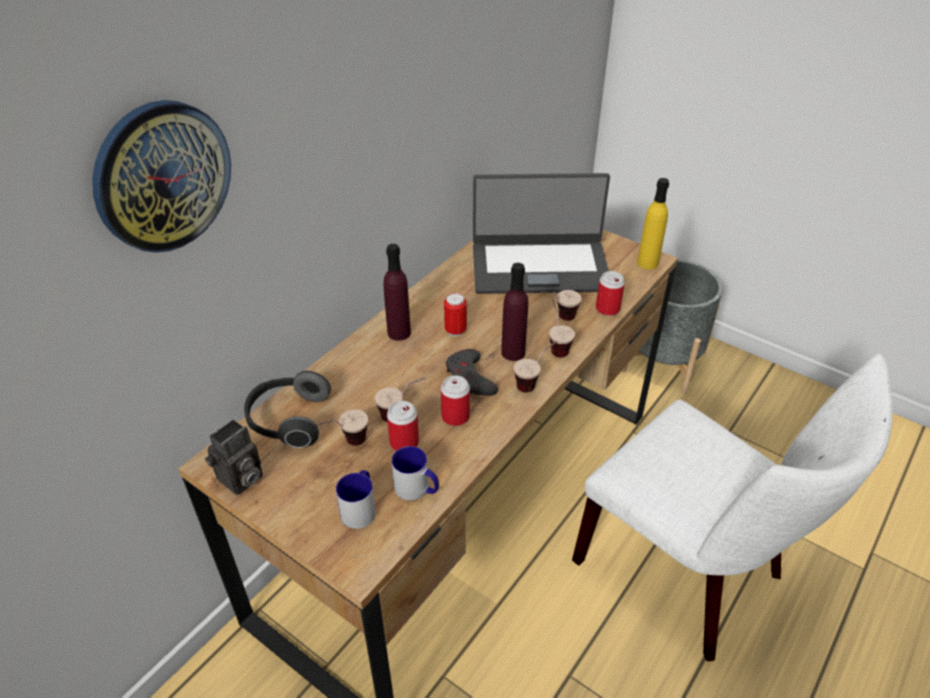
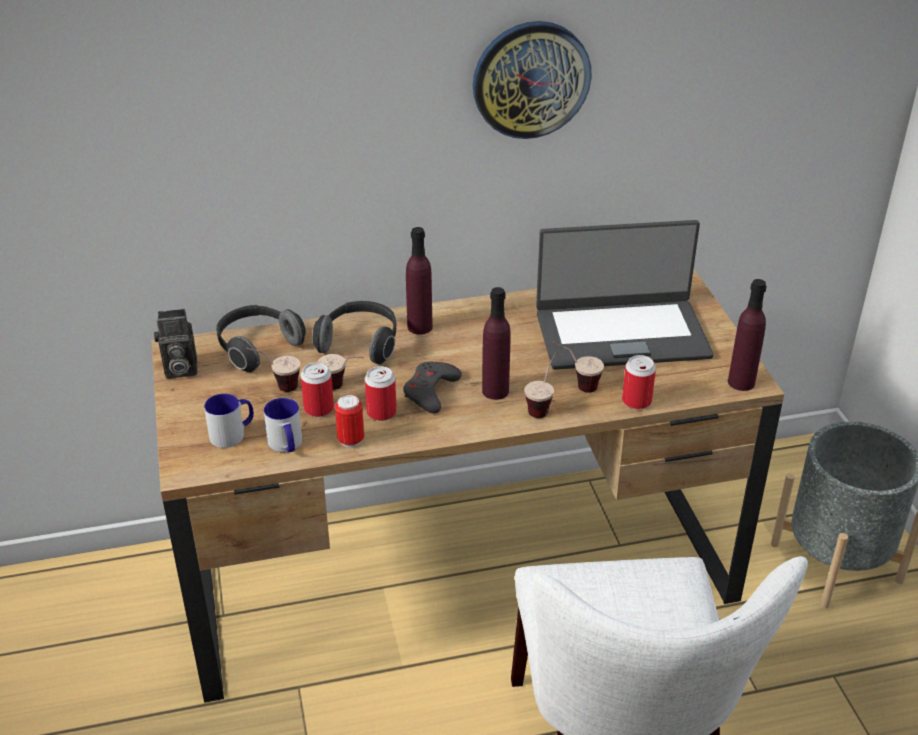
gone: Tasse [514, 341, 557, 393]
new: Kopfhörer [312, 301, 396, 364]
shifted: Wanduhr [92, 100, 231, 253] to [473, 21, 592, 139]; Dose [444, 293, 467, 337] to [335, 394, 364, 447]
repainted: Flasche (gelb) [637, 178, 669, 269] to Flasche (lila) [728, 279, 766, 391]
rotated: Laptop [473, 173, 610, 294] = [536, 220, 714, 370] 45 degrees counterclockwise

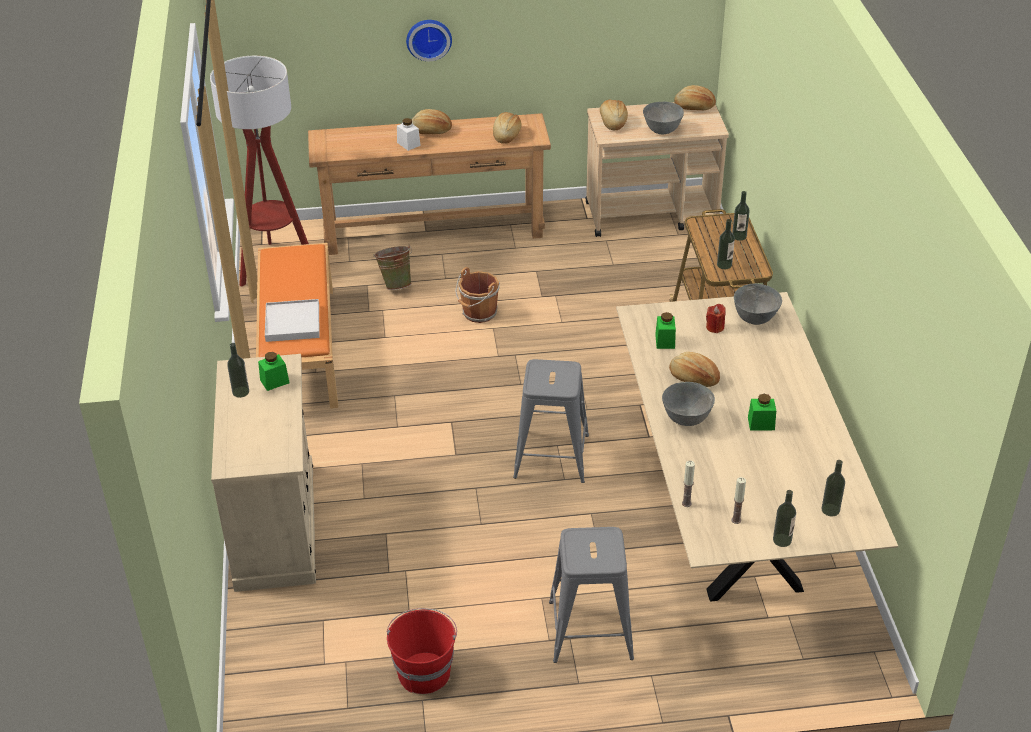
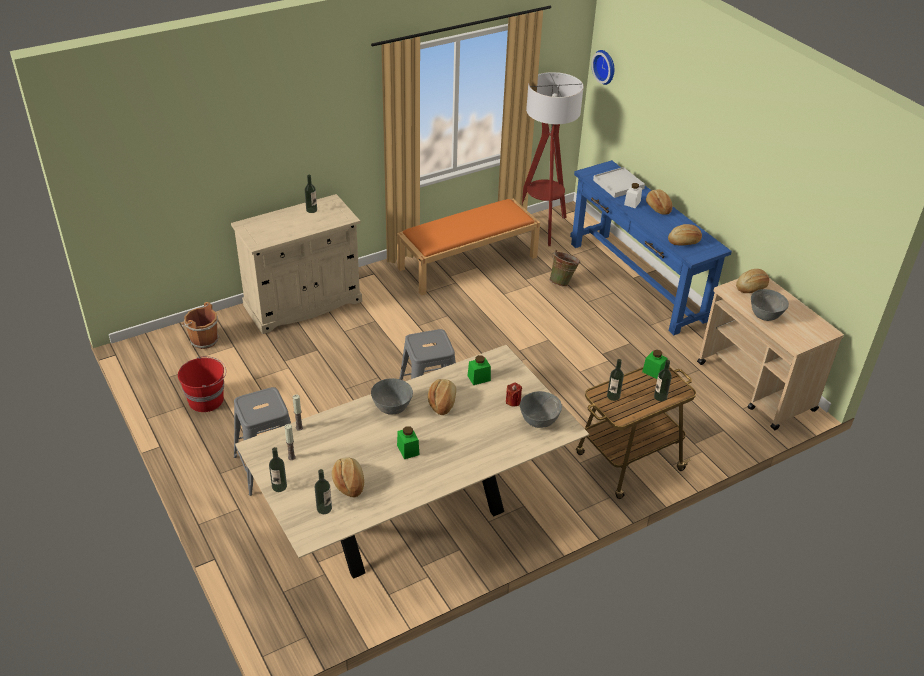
shifted: Vorratsglas (grün) [258, 352, 290, 391] to [642, 350, 667, 379]; Tablett (weiß) [265, 299, 319, 342] to [593, 167, 645, 198]; Wanduhr [406, 20, 452, 61] to [591, 50, 614, 85]; Eimer (braun) [455, 267, 500, 323] to [182, 302, 219, 349]; Brot [674, 85, 716, 110] to [332, 457, 364, 497]
repainted: Konsolentisch (braun) [308, 113, 551, 255] to Konsolentisch (blau) [570, 160, 732, 335]

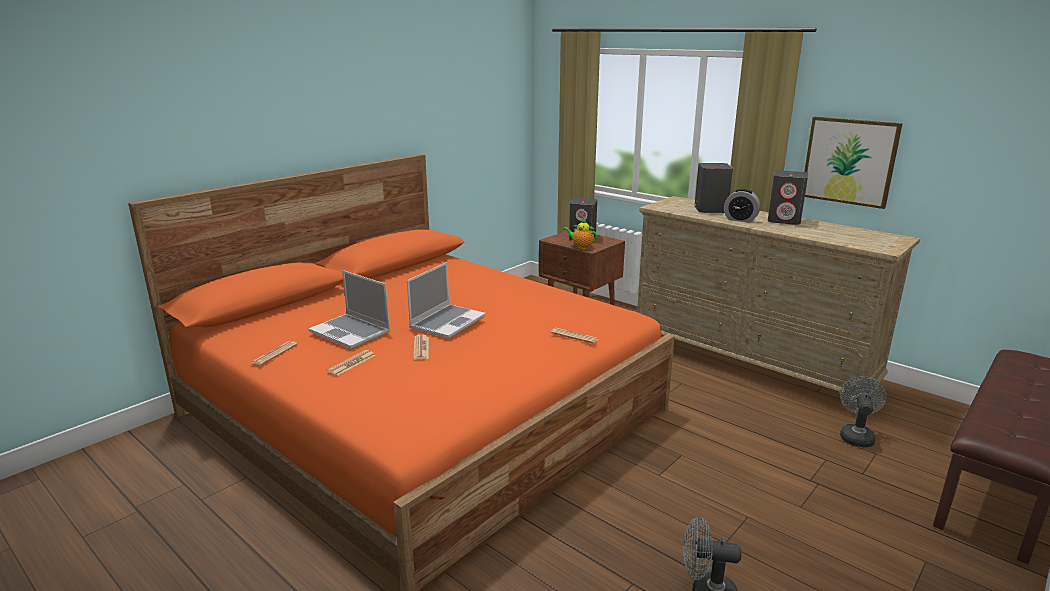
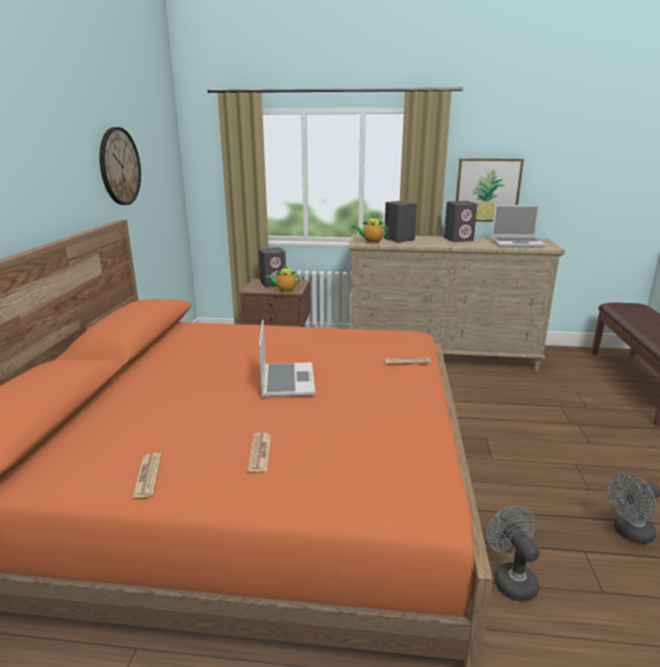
gone: Zeitung [413, 335, 429, 360]; Wecker [724, 189, 760, 223]
new: Wanduhr [99, 127, 141, 205]; Teekanne [352, 214, 388, 244]
shifted: Laptop [308, 270, 390, 349] to [491, 205, 546, 248]; Ventilator (grau) [840, 376, 887, 447] to [486, 506, 540, 602]

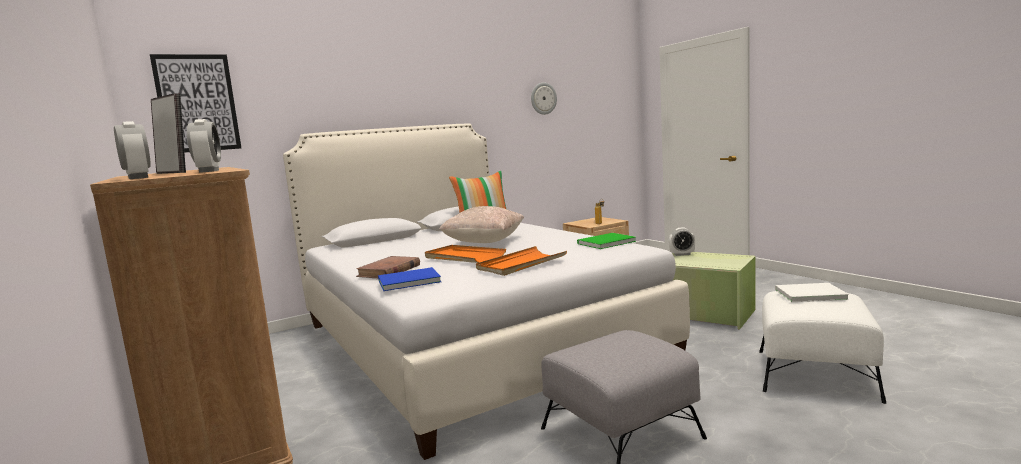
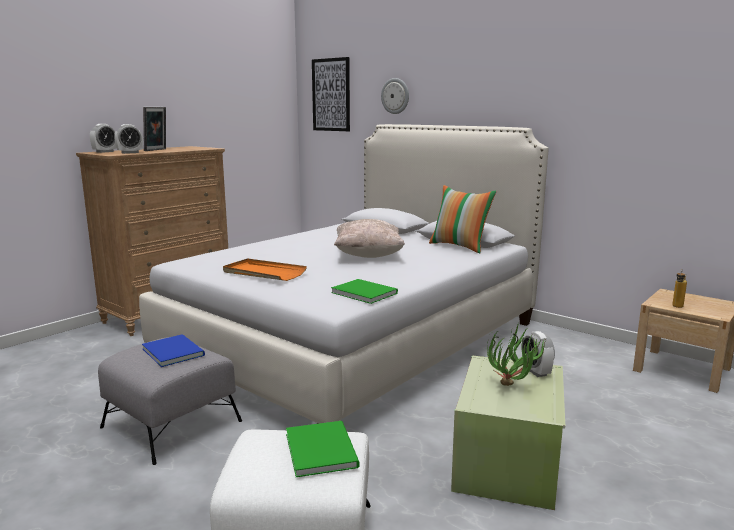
gone: Buch (braun) [356, 256, 420, 278]; Tablett (orange) [425, 245, 506, 263]
new: Topfpflanze [487, 323, 546, 386]
shifted: Buch (blau) [378, 267, 441, 291] to [142, 334, 205, 367]; Wanduhr [531, 83, 557, 115] to [381, 78, 409, 114]
repainted: Buch (weiß) [775, 283, 849, 302] to Buch (grün) [286, 421, 360, 477]

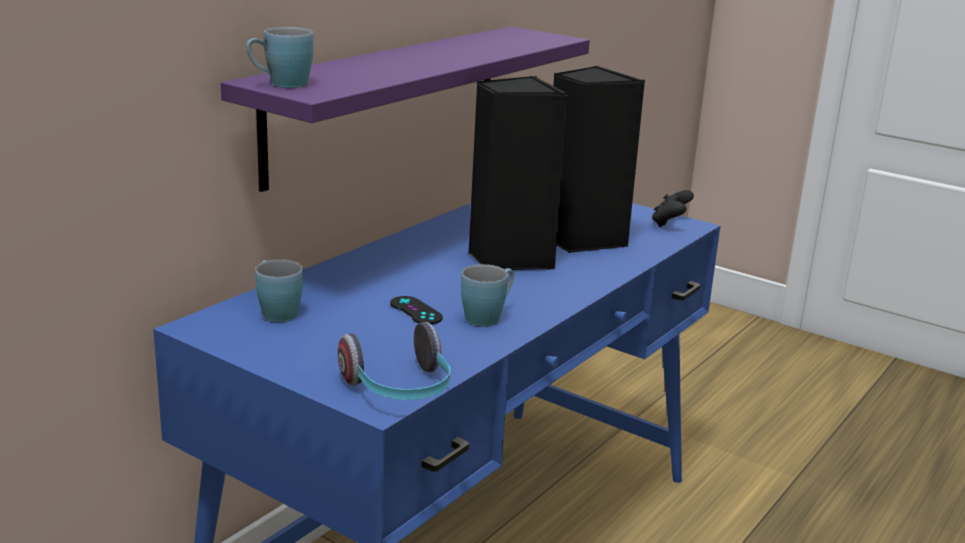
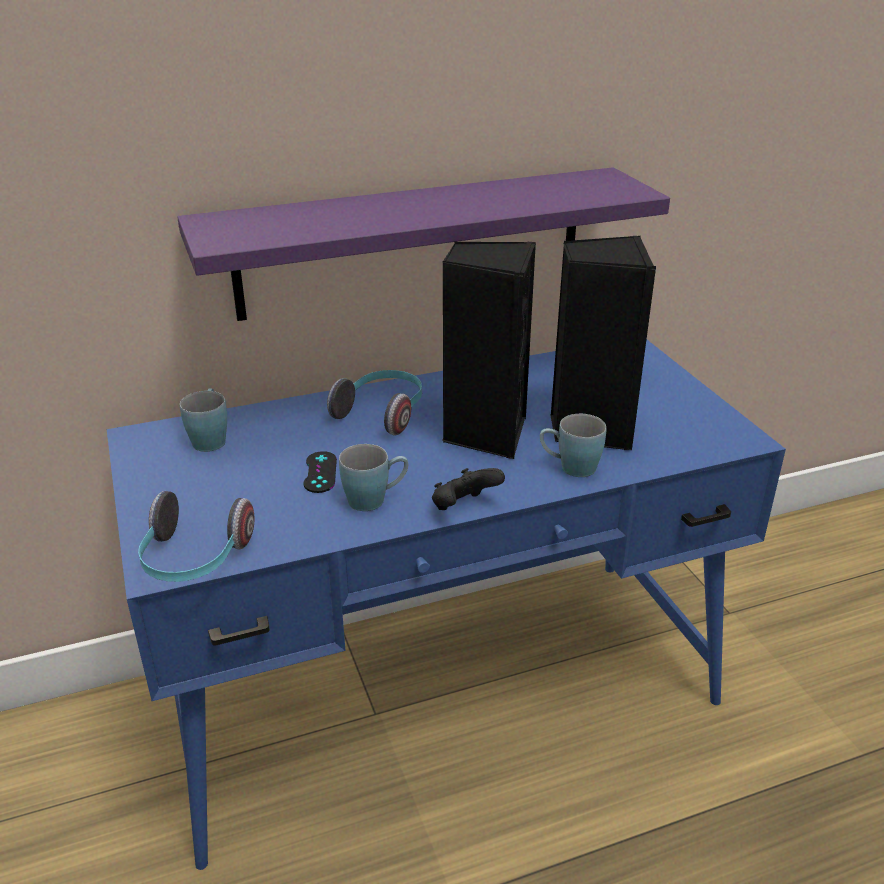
new: Kopfhörer [327, 370, 422, 435]
shifted: Henkelbecher (blau) [246, 27, 314, 88] to [540, 414, 606, 477]; Gamepad (schwarz) [652, 190, 694, 227] to [432, 468, 505, 510]

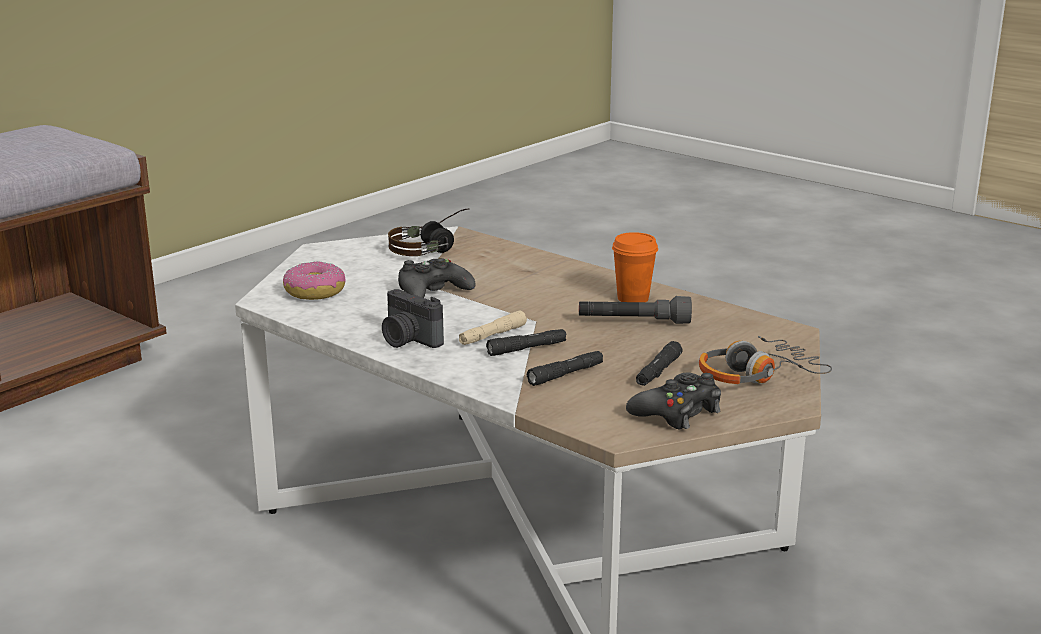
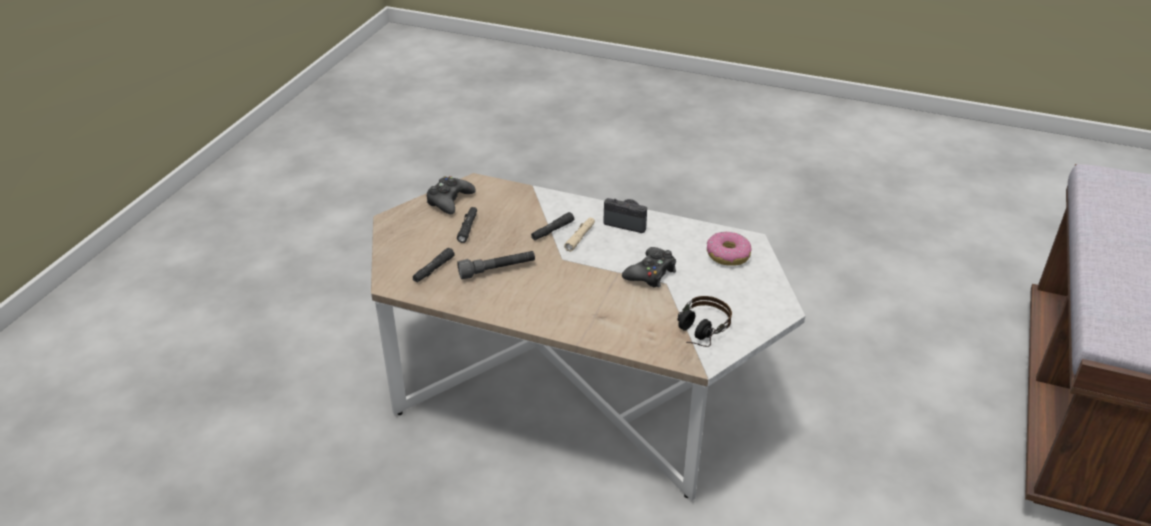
gone: Tasse (orange) [612, 232, 658, 302]; Kopfhörer [699, 336, 832, 384]
shifted: Taschenlampe (schwarz) [527, 351, 603, 386] to [413, 248, 455, 282]

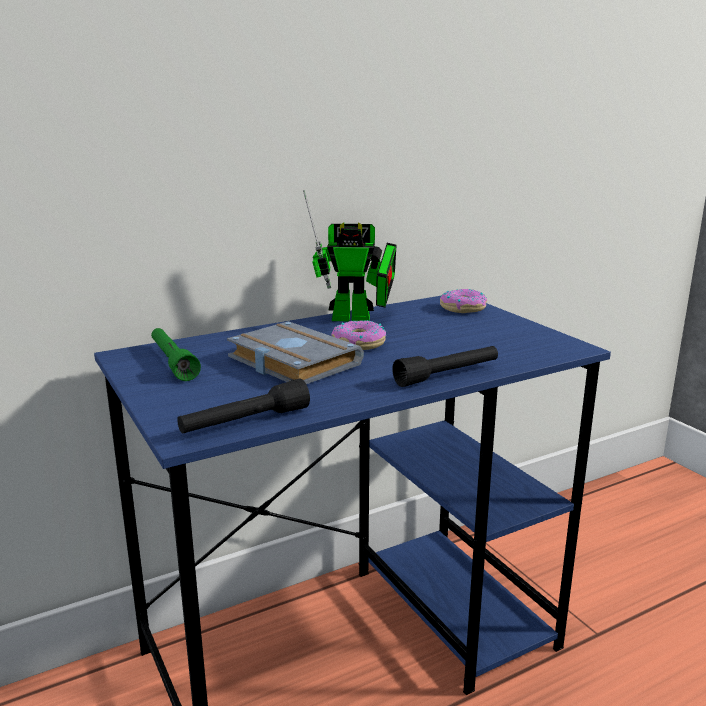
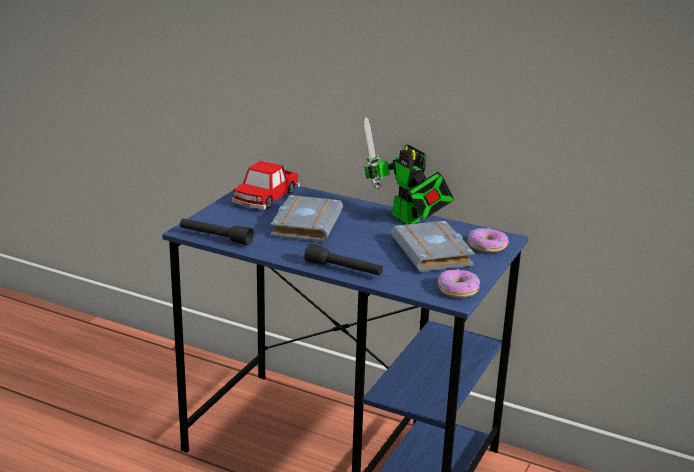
new: Buch (grau) [391, 221, 475, 272]
shifted: Donut [331, 320, 386, 350] to [438, 269, 480, 298]
swapped: Taschenlampe (grün) [151, 328, 201, 381] to Spielzeugauto [232, 161, 300, 210]

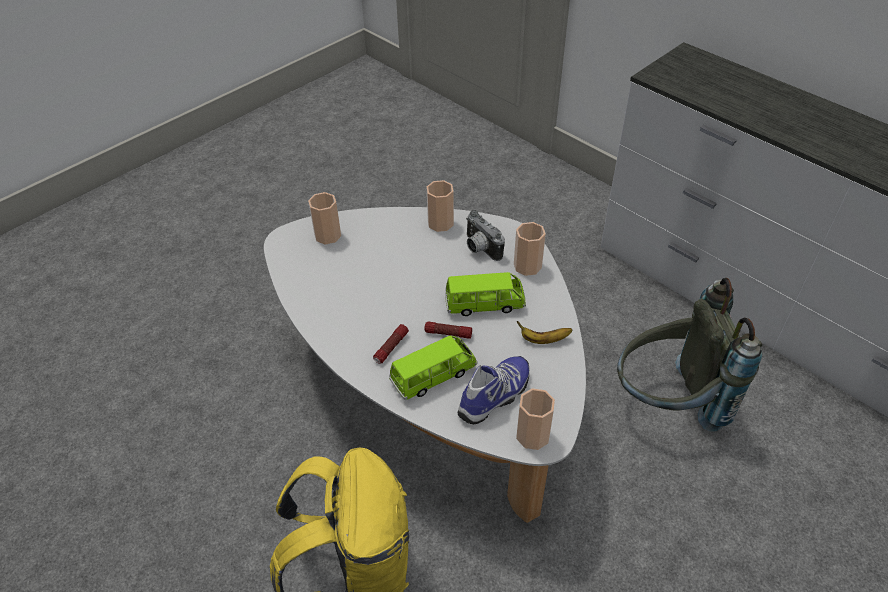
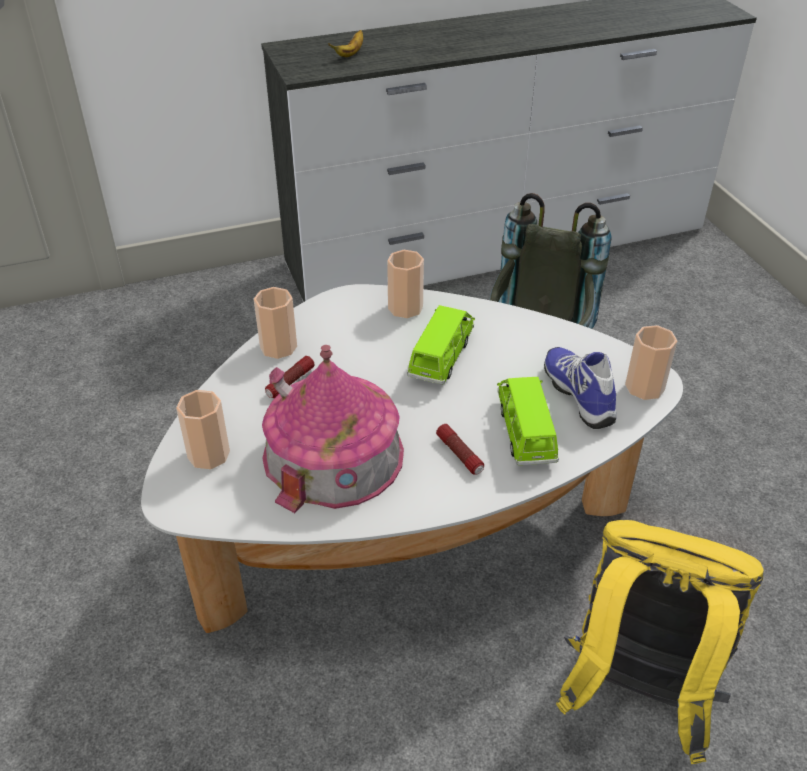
gone: Kamera [466, 210, 505, 261]
new: Spielzeughaus [262, 345, 404, 513]
shifted: Taschenlampe [424, 321, 472, 339] to [265, 356, 315, 398]; Banane [517, 321, 572, 344] to [328, 30, 363, 57]

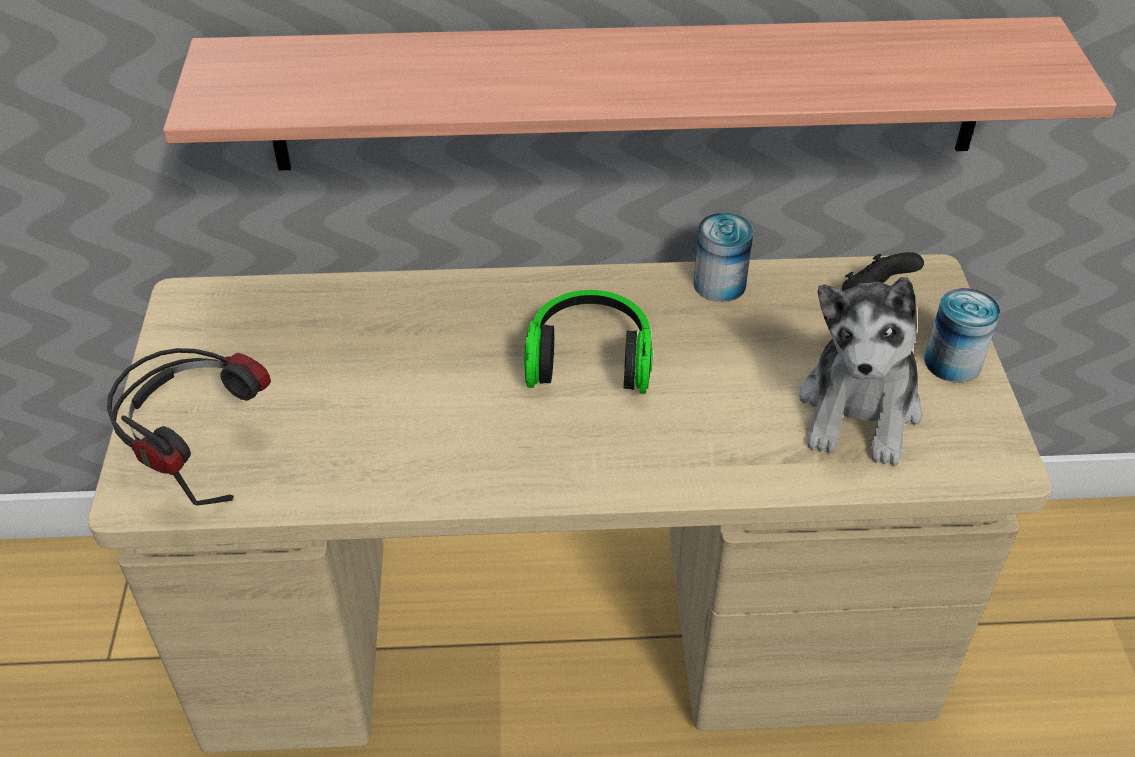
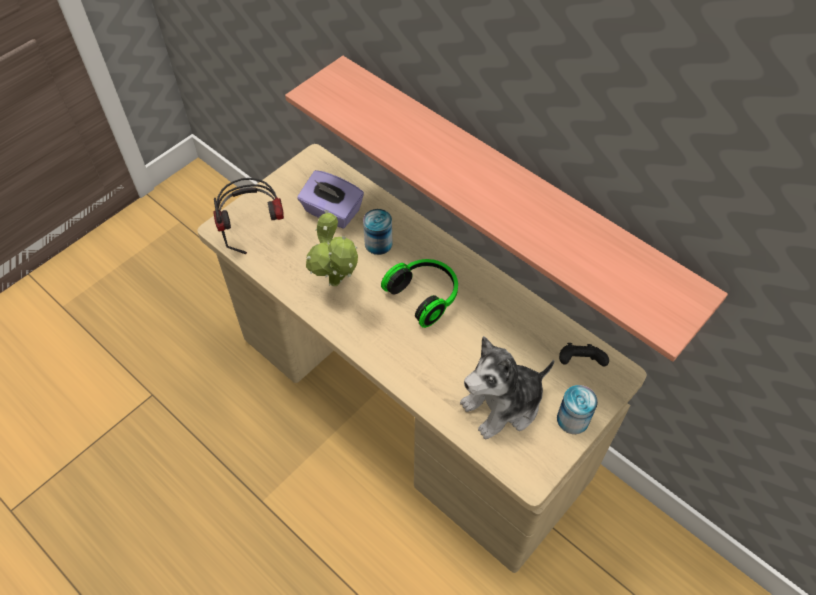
new: Taschentuchbox (lila) [297, 170, 364, 228]; Topfpflanze [306, 210, 358, 286]
shifted: Dose [694, 213, 753, 302] to [363, 209, 393, 255]

